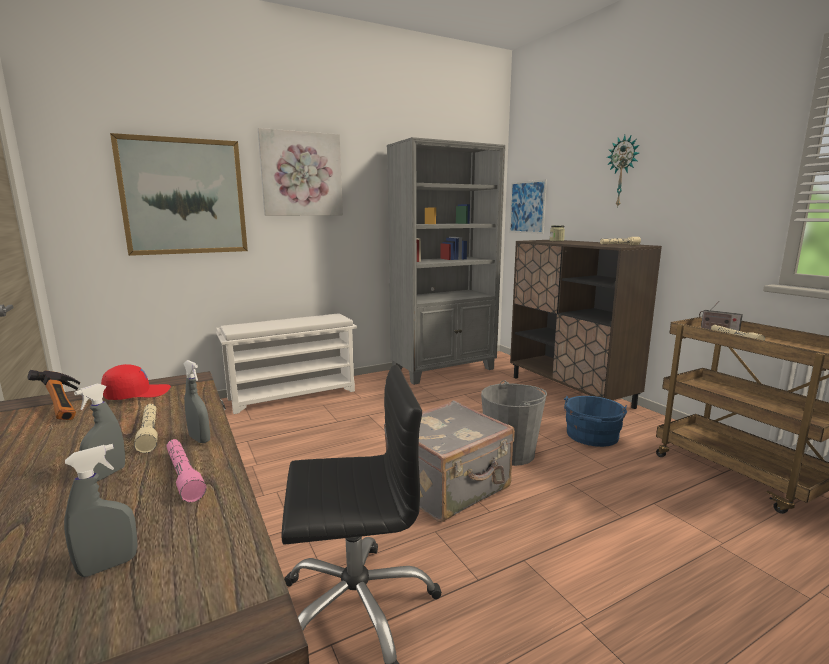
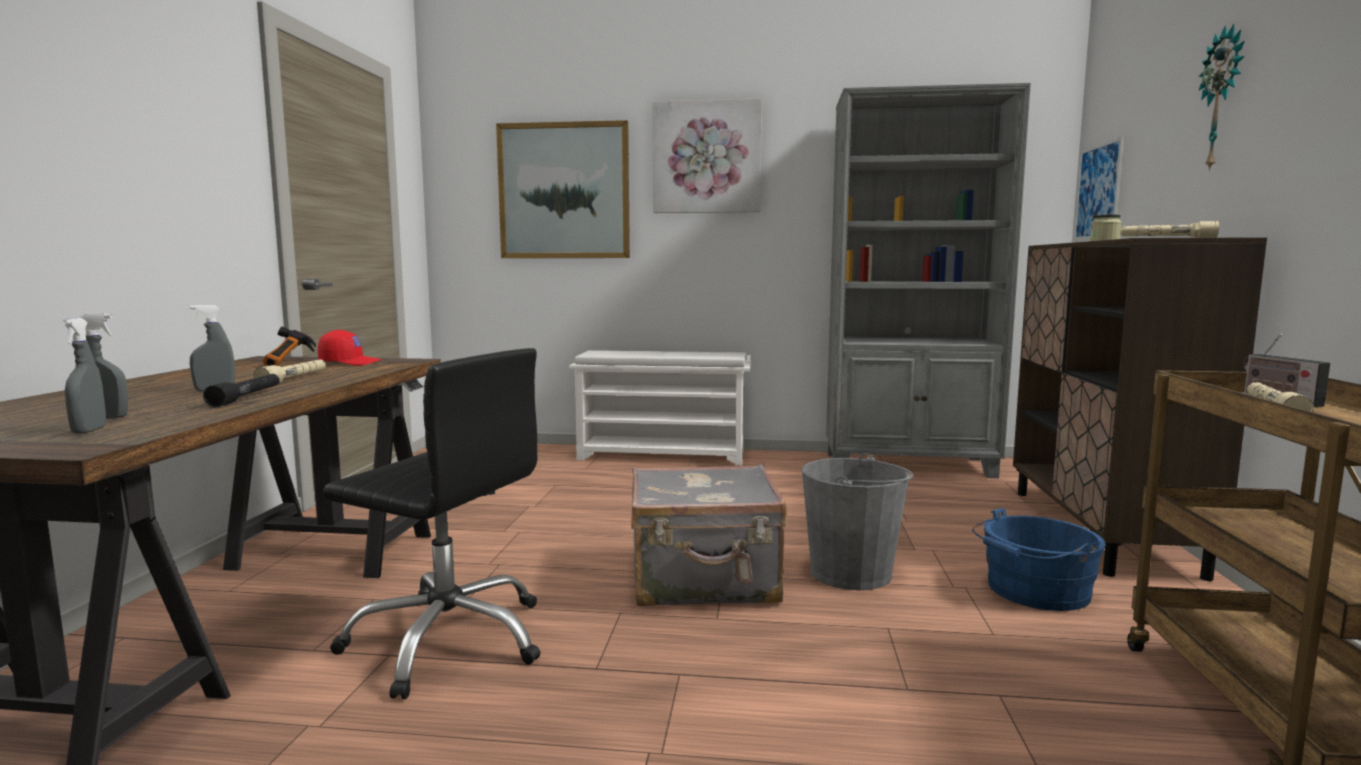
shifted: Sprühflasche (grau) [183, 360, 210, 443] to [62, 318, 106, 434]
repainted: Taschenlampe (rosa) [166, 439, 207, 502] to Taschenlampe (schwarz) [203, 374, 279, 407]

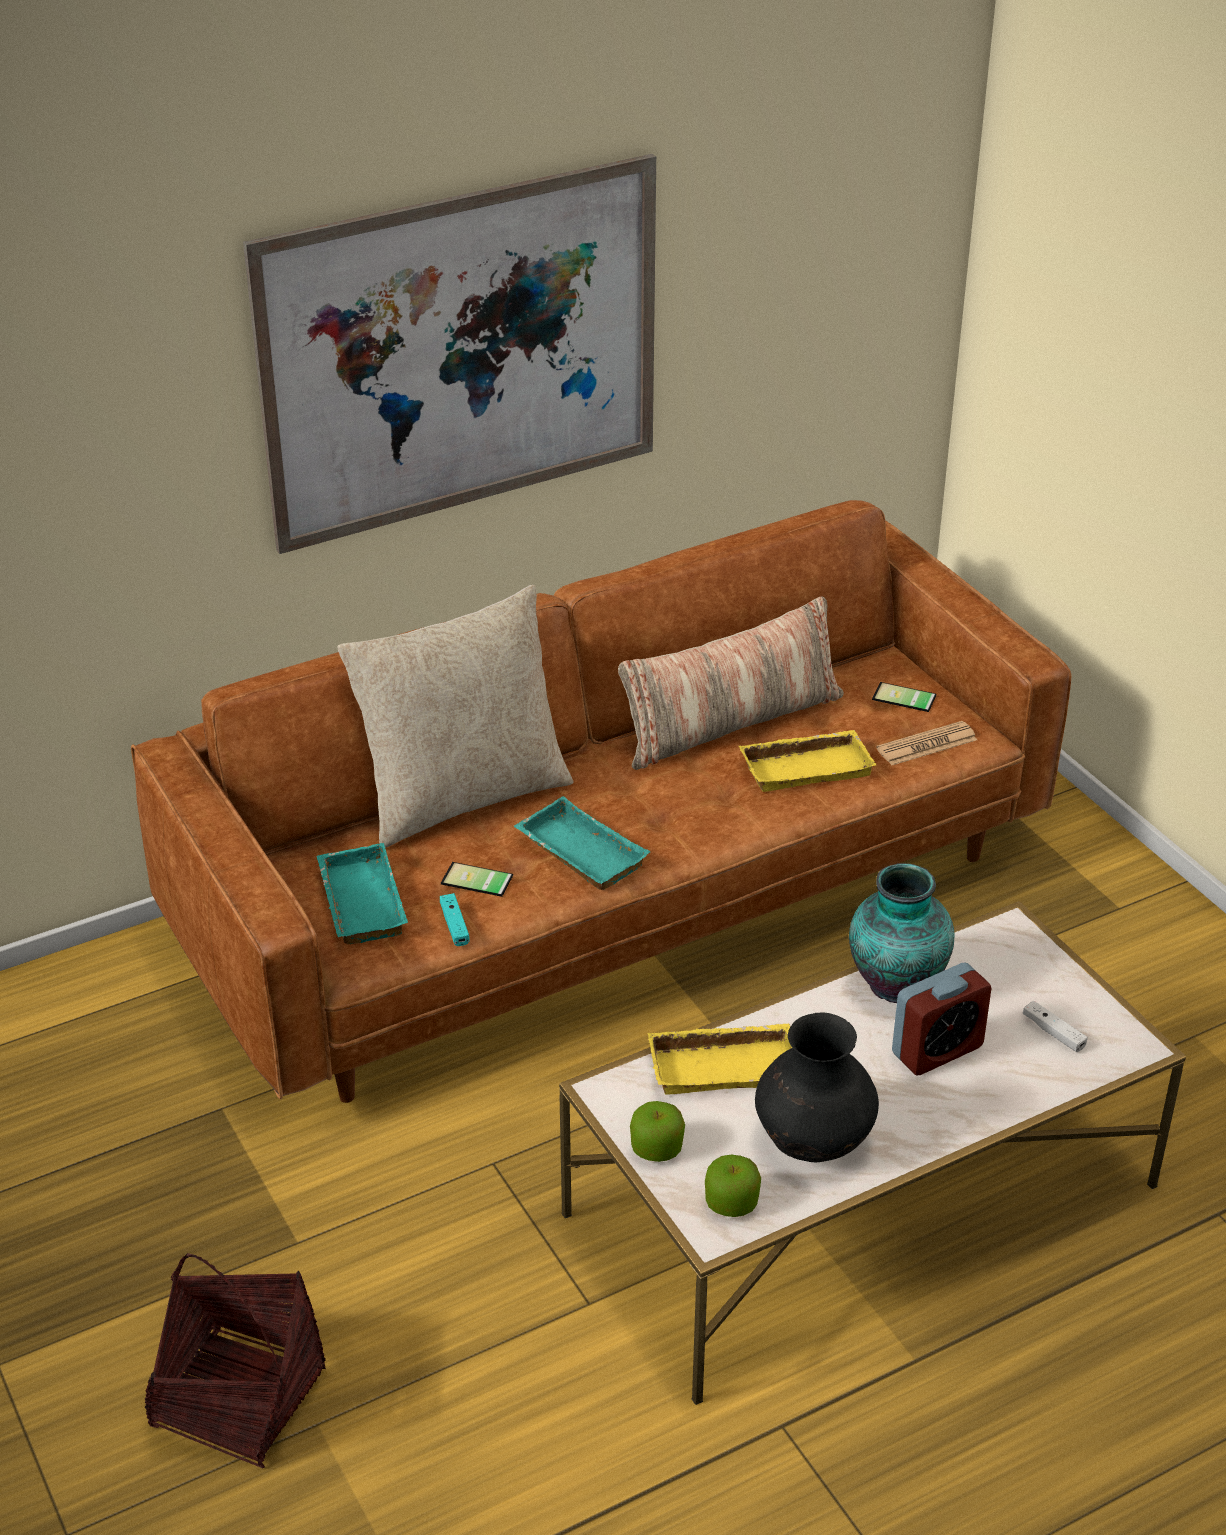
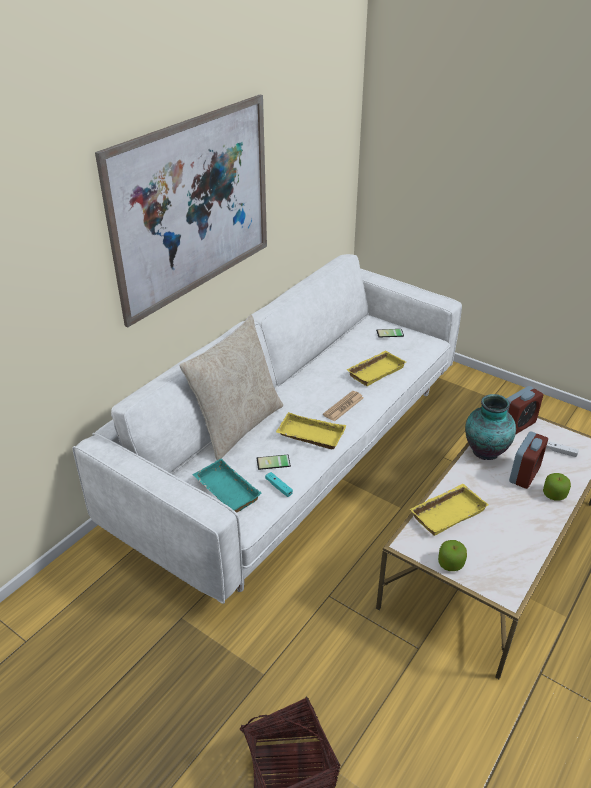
gone: Kissen [618, 596, 844, 770]; Vase (schwarz) [755, 1013, 879, 1163]
new: Wecker [507, 386, 543, 435]
shifted: Apfel [705, 1155, 761, 1217] to [543, 473, 571, 501]; Zeitung [876, 721, 977, 766] to [323, 391, 364, 422]
repainted: Sofa (braun) [131, 500, 1071, 1103] to Sofa (weiß) [73, 254, 462, 604]; Tablett (türkis) [514, 796, 650, 890] to Tablett (gelb) [276, 412, 346, 449]

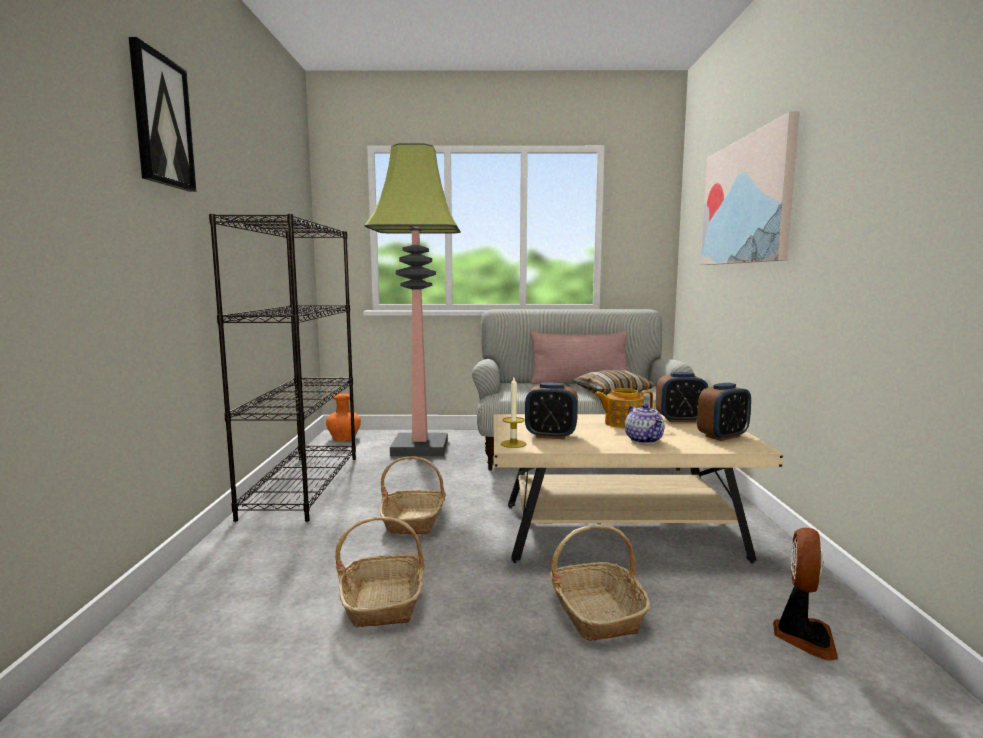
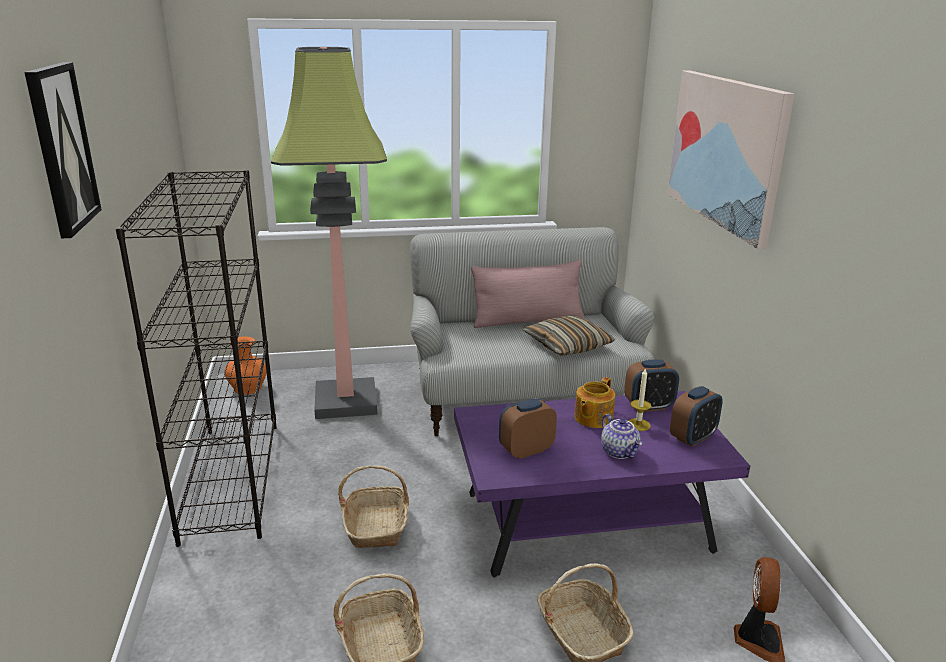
shifted: Kerze [501, 377, 526, 448] to [628, 369, 651, 431]
repainted: Couchtisch (beige) [494, 414, 784, 563] to Couchtisch (lila) [454, 391, 750, 578]
rotated: Wecker [525, 383, 578, 439] = [499, 398, 557, 459] 150 degrees clockwise; Teekanne [594, 388, 653, 428] = [575, 377, 615, 428] 45 degrees counterclockwise

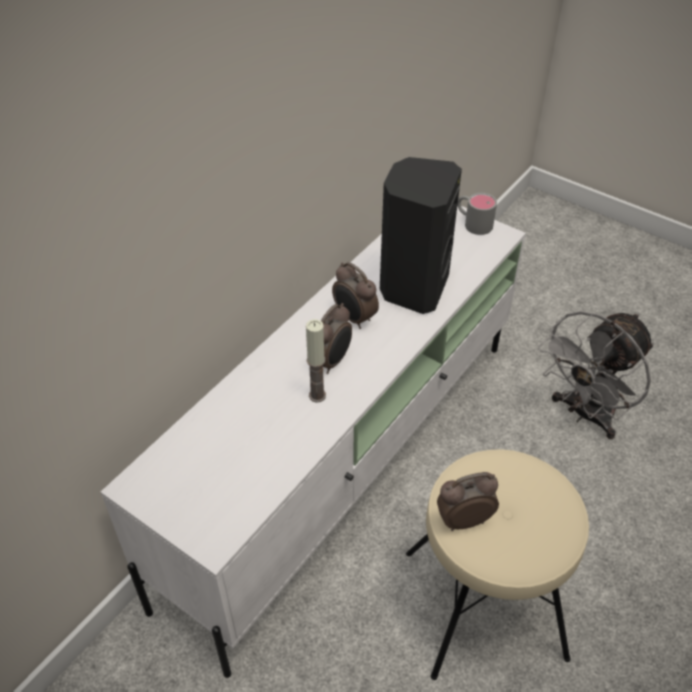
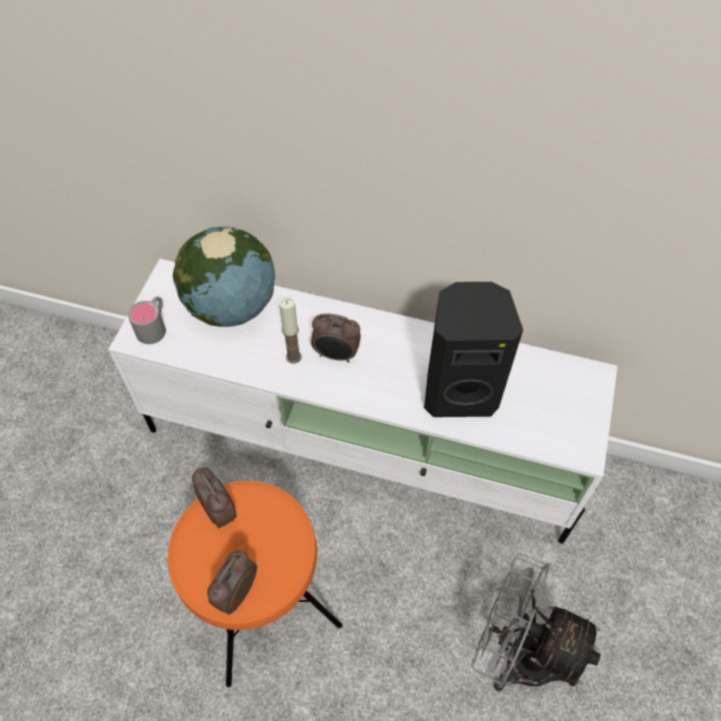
new: Globus [173, 226, 275, 327]
shifted: Wecker [332, 262, 379, 329] to [207, 550, 257, 614]; Henkelbecher (grau) [457, 193, 497, 235] to [128, 297, 166, 344]
repainted: Hocker (beige) [406, 449, 589, 680] to Hocker (orange) [167, 481, 343, 687]

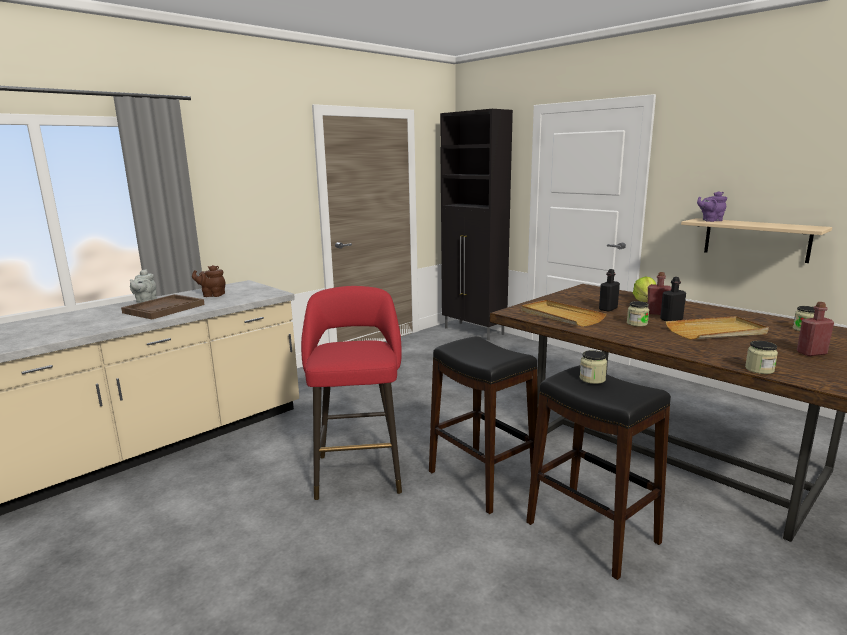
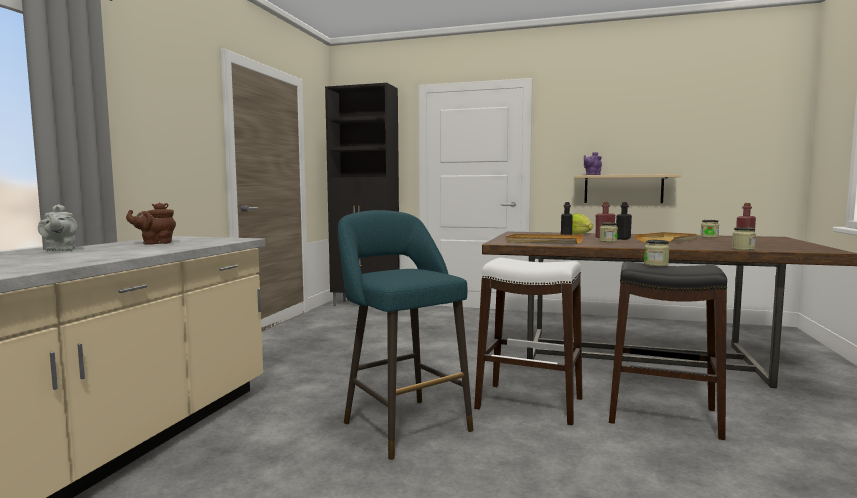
gone: Tablett (braun) [121, 294, 205, 319]
repainted: Hocker (rot) [301, 286, 402, 500] to Hocker (türkis) [338, 210, 474, 460]; Hocker (schwarz) [429, 336, 538, 514] to Hocker (weiß) [474, 258, 583, 425]

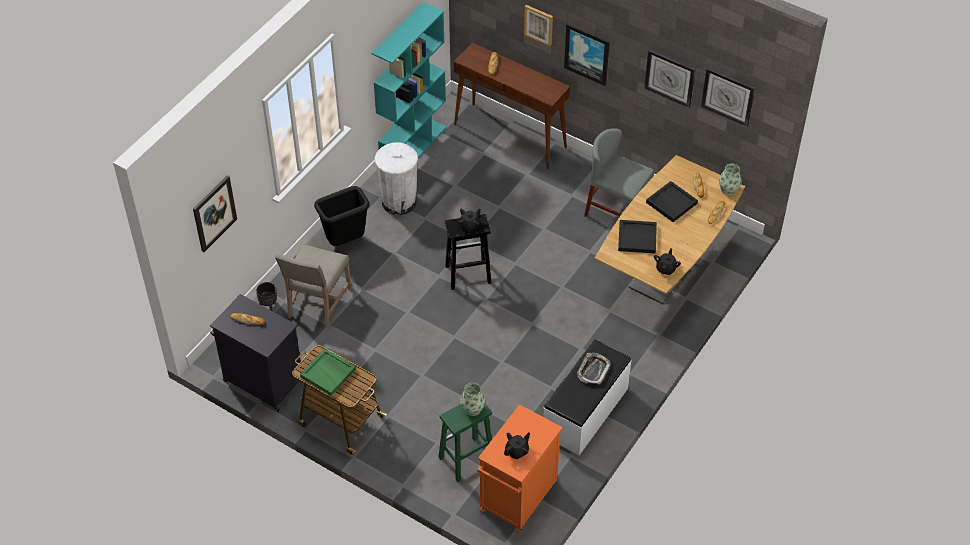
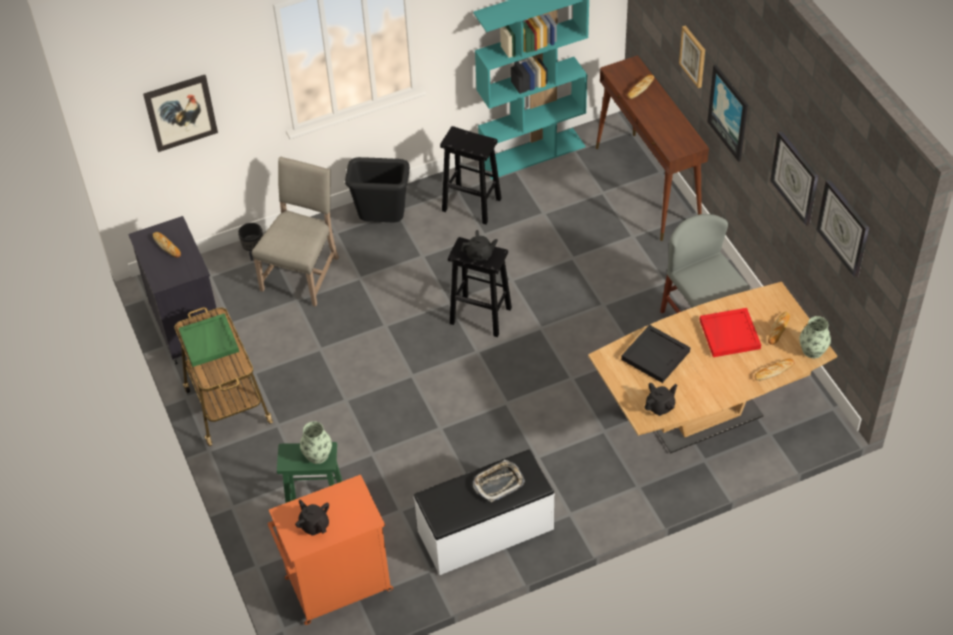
swapped: Mülleimer (weiß) [375, 142, 418, 215] to Hocker (schwarz) [440, 126, 502, 225]
repainted: Tablett (schwarz) [646, 181, 698, 222] to Tablett (rot) [700, 308, 761, 357]
rotated: Stuhl (beige) [275, 244, 352, 328] = [252, 157, 339, 307] 150 degrees clockwise; Teekanne (schwarz) [504, 432, 530, 459] = [295, 499, 329, 536] 120 degrees counterclockwise

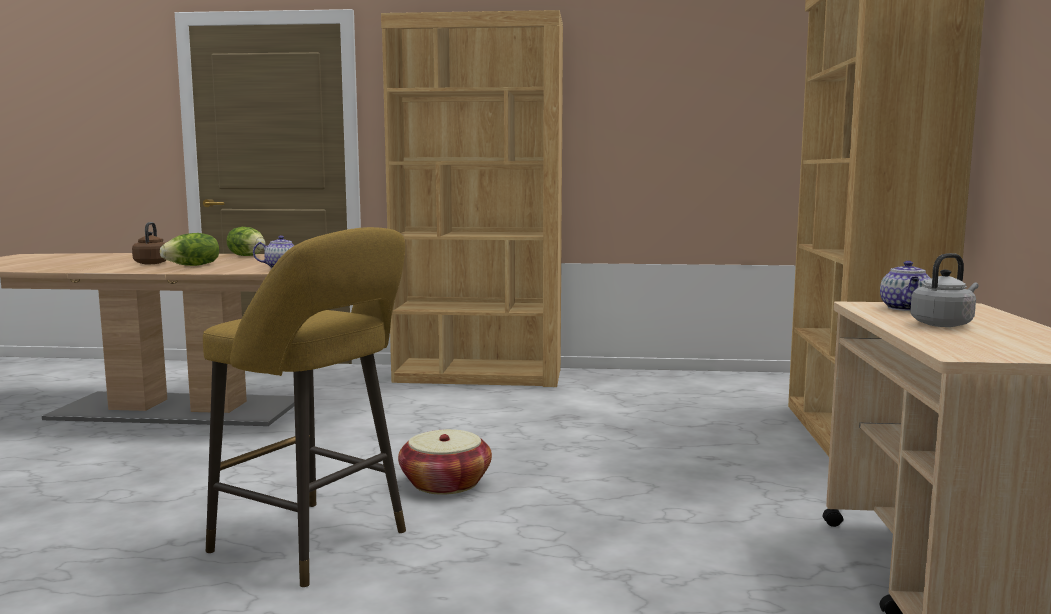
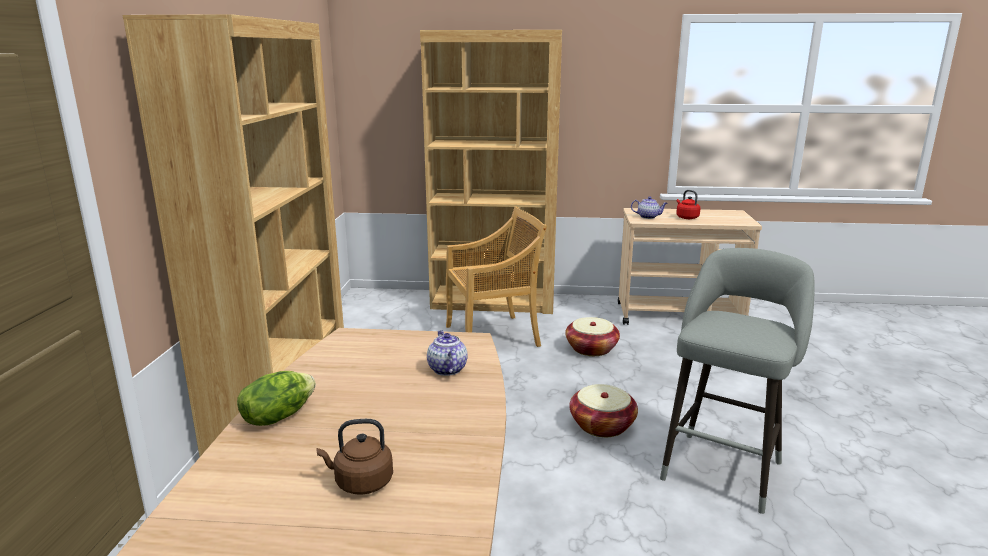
gone: Salatkopf [160, 233, 219, 266]
new: Stuhl (beige) [446, 206, 547, 347]; Korb [565, 317, 620, 356]
repainted: Hocker (gelb) [203, 227, 406, 587] to Hocker (grau) [660, 248, 815, 514]; Wasserkessel (grau) [910, 253, 979, 327] to Wasserkessel (rot) [676, 190, 700, 219]

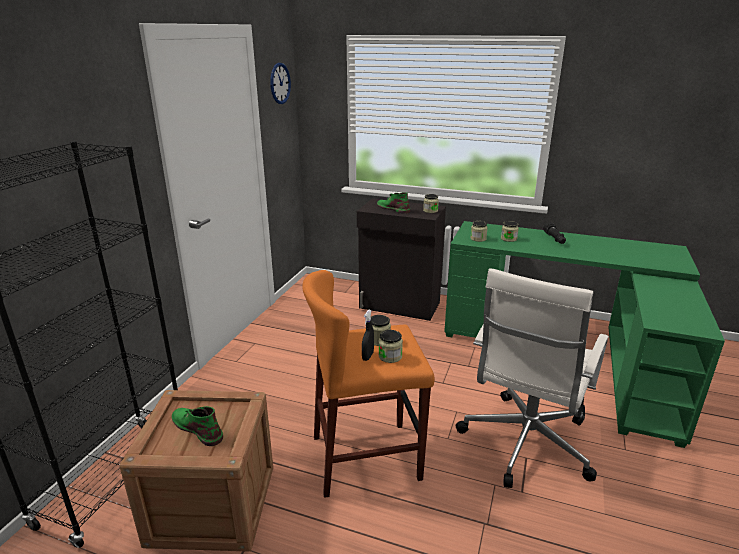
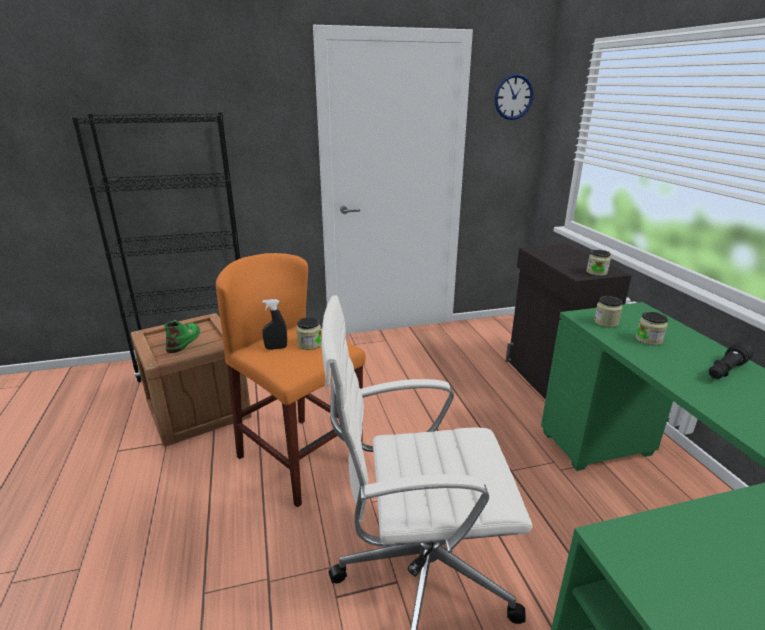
gone: Stiefel (grün) [377, 192, 410, 214]; Vorratsglas [379, 330, 403, 363]

